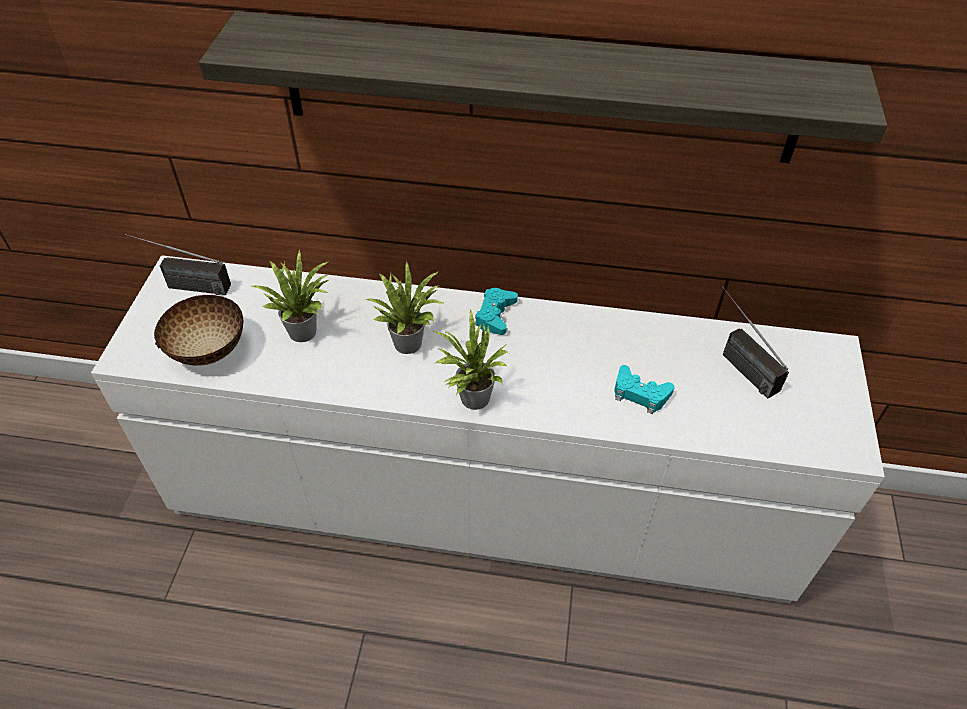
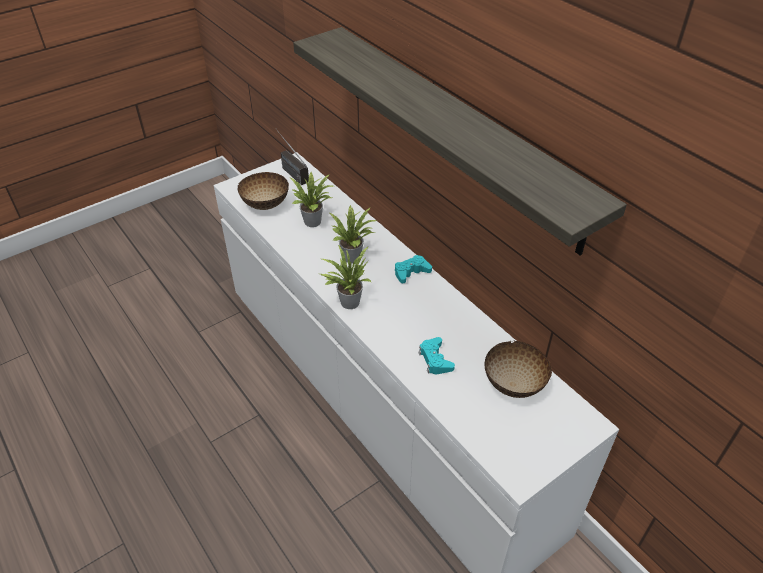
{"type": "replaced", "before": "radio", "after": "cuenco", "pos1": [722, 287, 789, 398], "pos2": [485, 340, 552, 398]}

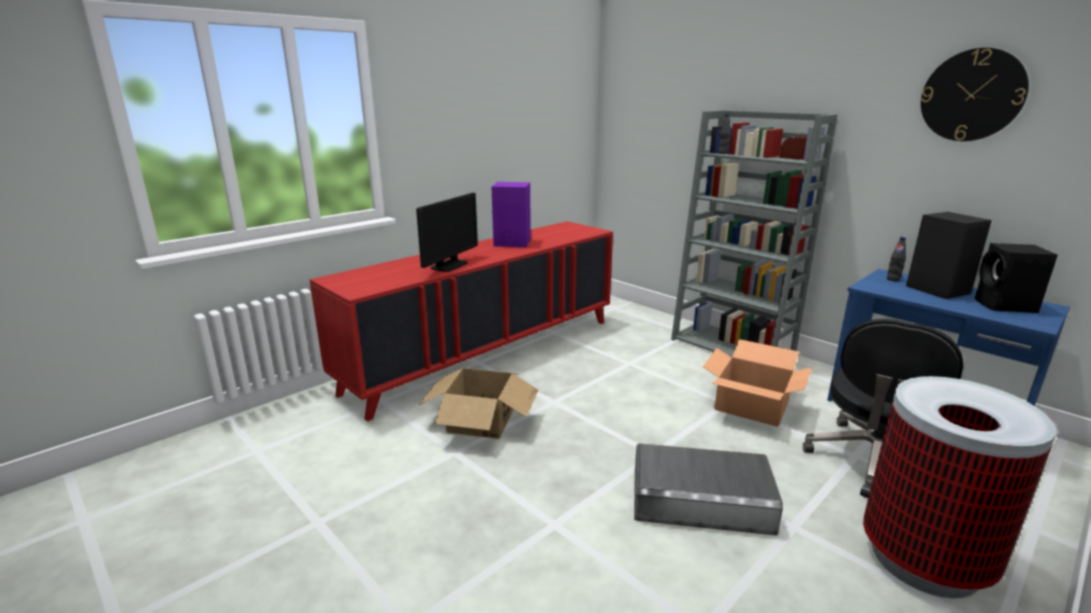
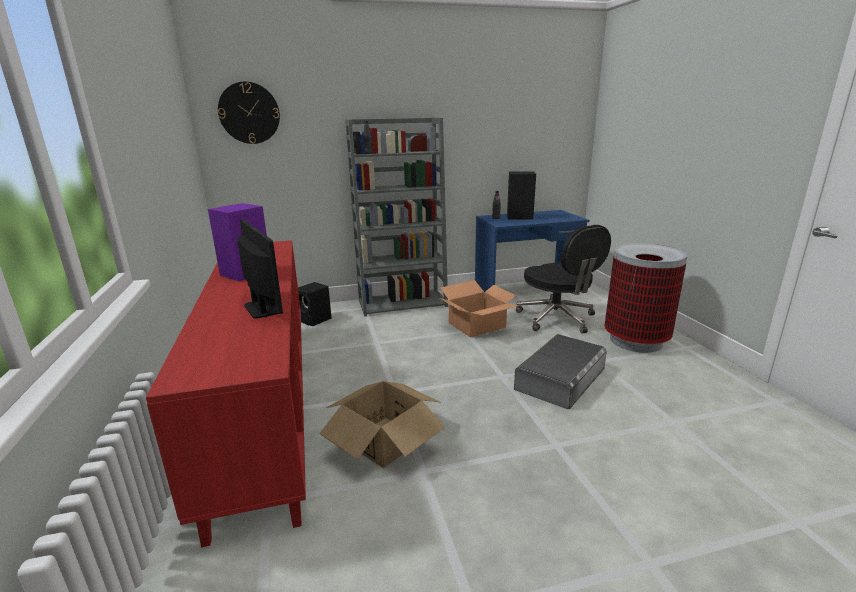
{"type": "moved", "before": "reloj de pared", "pos1": [921, 48, 1029, 141], "pos2": [218, 82, 280, 144]}
{"type": "moved", "before": "altavoz (negro)", "pos1": [975, 243, 1058, 313], "pos2": [298, 282, 332, 326]}

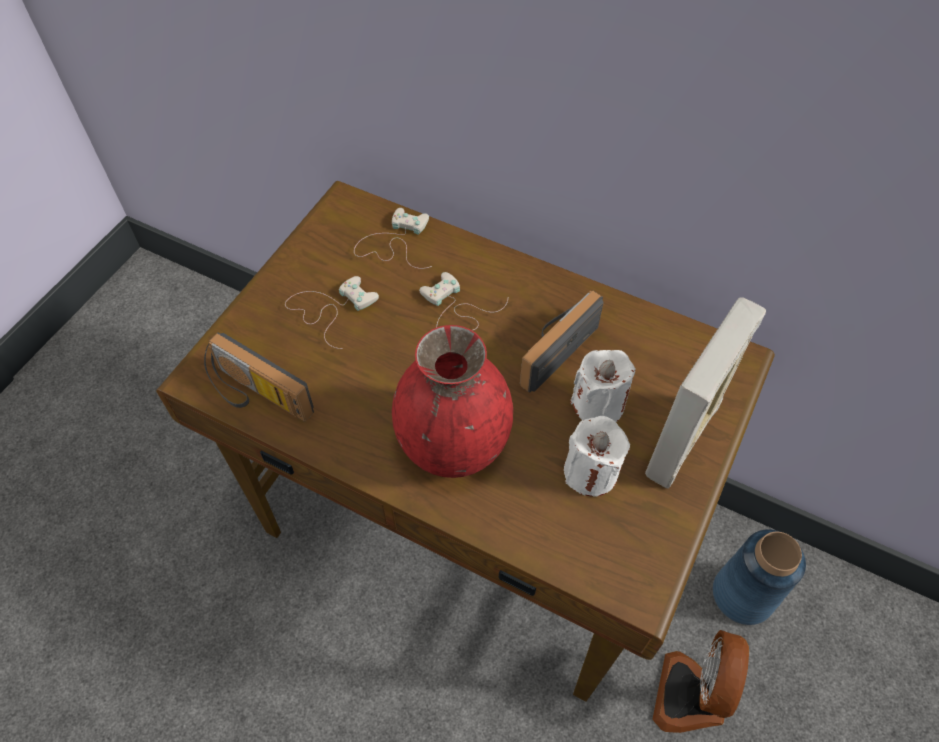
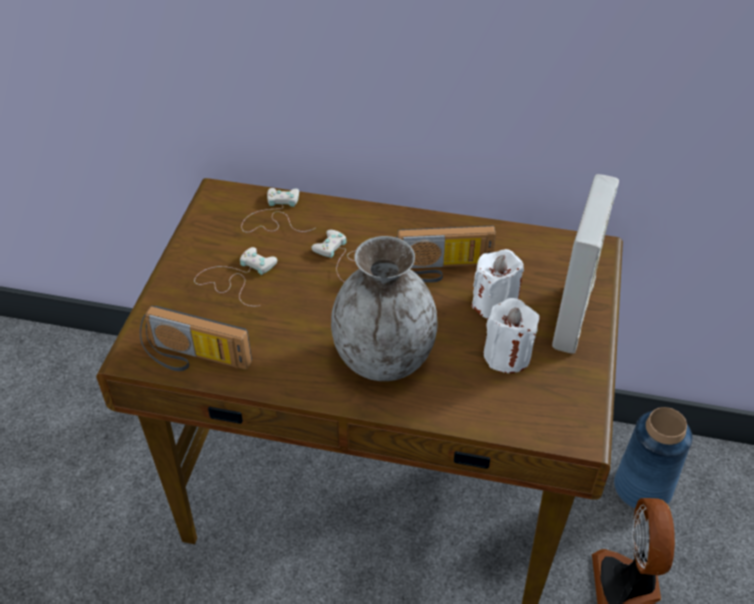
{"type": "recoloured", "before": "florero (rojo)", "after": "florero (gris)", "pos1": [392, 325, 513, 478], "pos2": [331, 236, 438, 381]}
{"type": "turned", "before": "radio", "pos1": [520, 291, 604, 393], "pos2": [396, 226, 496, 283], "turn": -120}

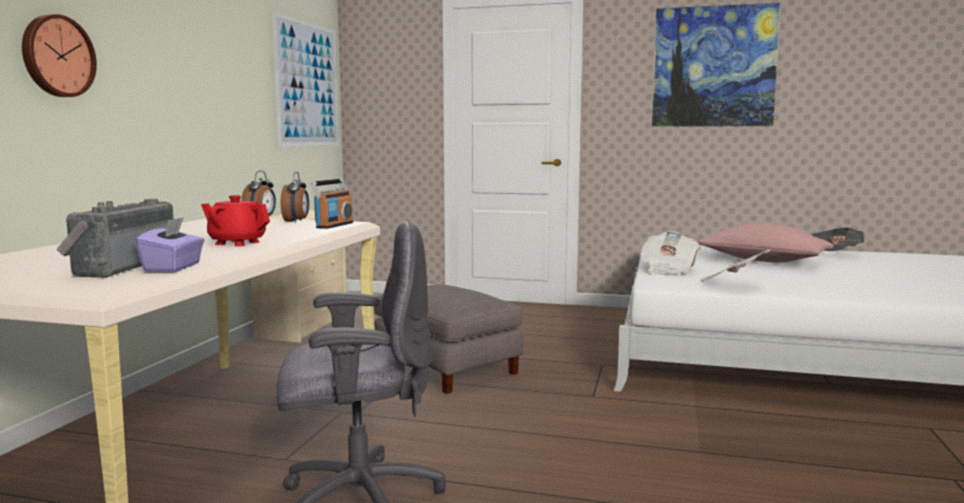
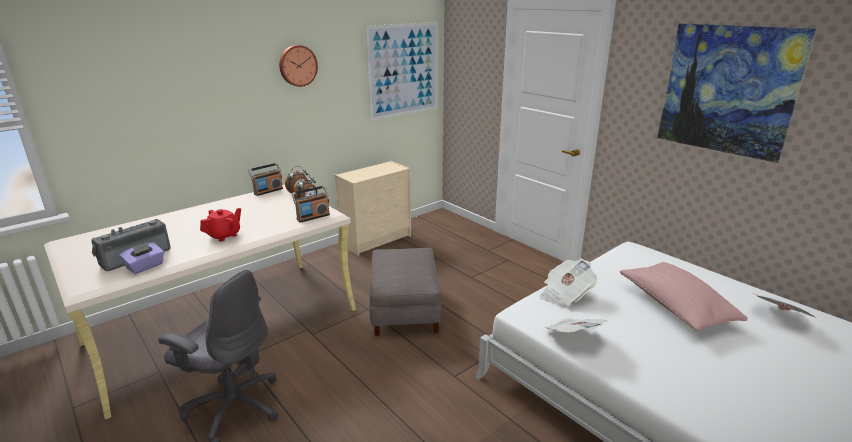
{"type": "moved", "before": "reloj de pared", "pos1": [22, 14, 97, 97], "pos2": [279, 45, 318, 87]}
{"type": "turned", "before": "tetera (rojo)", "pos1": [201, 195, 270, 246], "pos2": [200, 208, 241, 242], "turn": 75}
{"type": "added", "after": "radio", "pos2": [248, 163, 283, 196]}

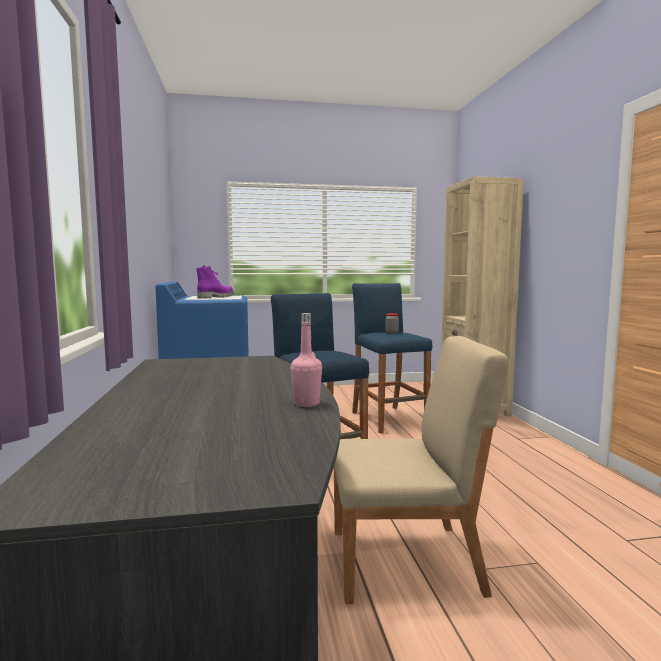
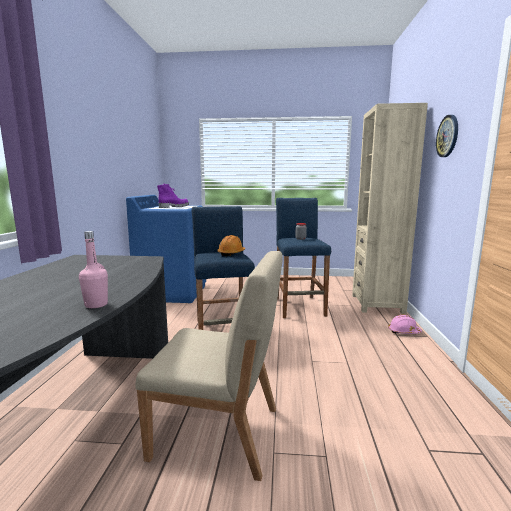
{"type": "added", "after": "casco (naranja)", "pos2": [217, 235, 245, 256]}
{"type": "added", "after": "casco (rosa)", "pos2": [388, 315, 422, 334]}
{"type": "added", "after": "reloj de pared", "pos2": [436, 115, 458, 157]}

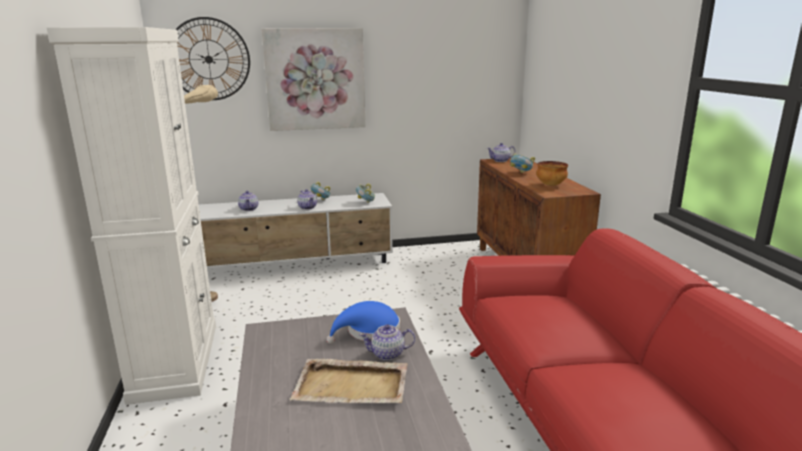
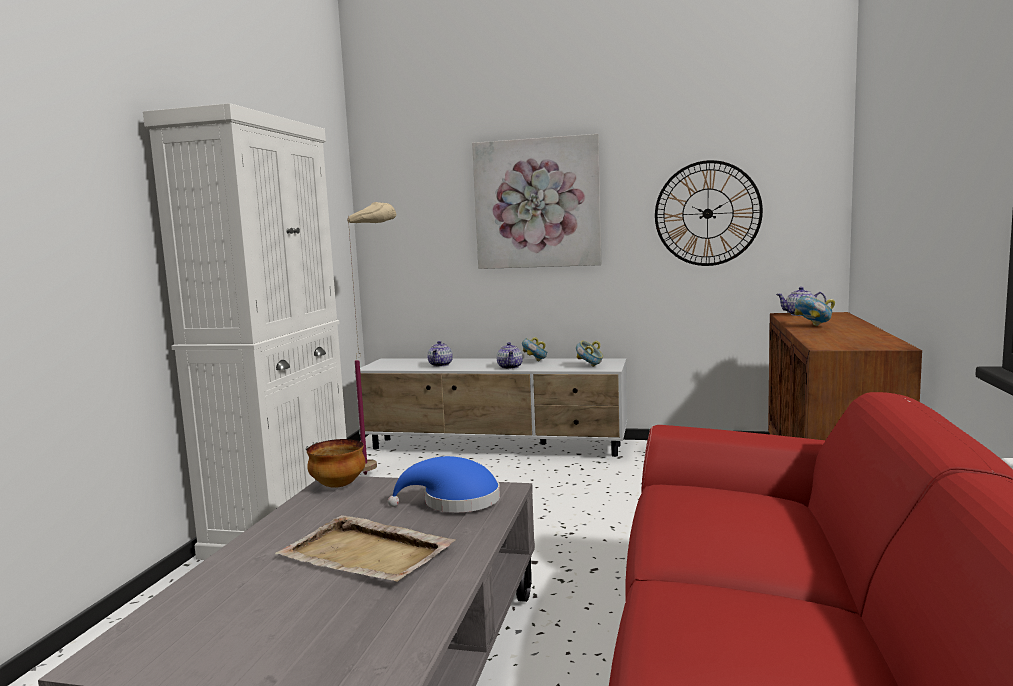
{"type": "moved", "before": "reloj de pared", "pos1": [175, 17, 250, 100], "pos2": [655, 160, 763, 266]}
{"type": "removed", "before": "tetera", "pos1": [359, 324, 415, 360]}
{"type": "moved", "before": "cuenco", "pos1": [536, 161, 568, 186], "pos2": [307, 439, 365, 488]}

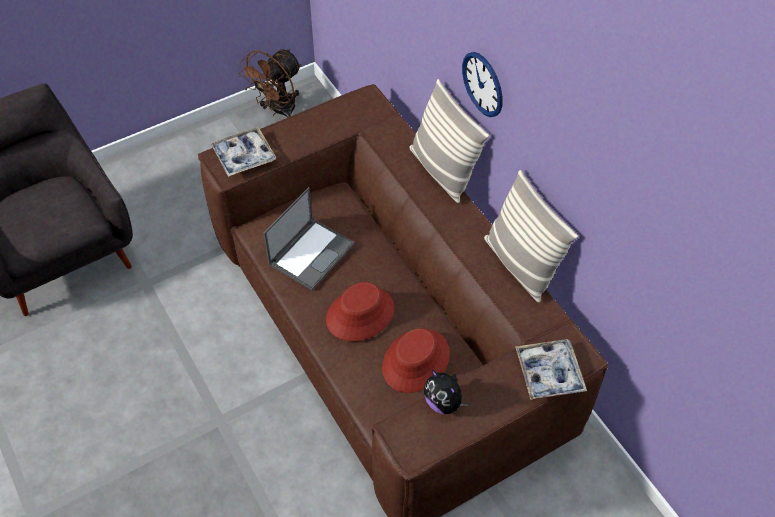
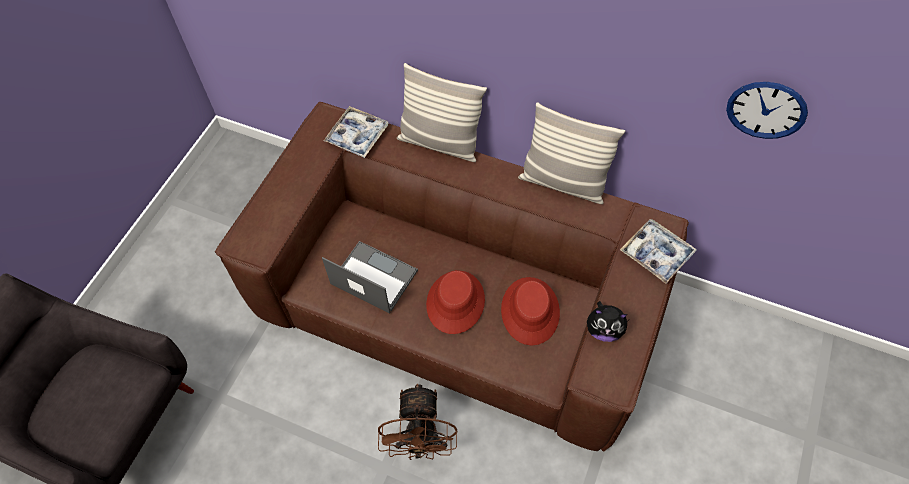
{"type": "moved", "before": "bandeja", "pos1": [211, 127, 276, 177], "pos2": [324, 106, 389, 158]}
{"type": "moved", "before": "ventilador (marrón)", "pos1": [238, 49, 302, 118], "pos2": [378, 383, 457, 460]}
{"type": "turned", "before": "portátil", "pos1": [263, 187, 354, 291], "pos2": [322, 241, 418, 314], "turn": -60}
{"type": "moved", "before": "reloj de pared", "pos1": [462, 52, 503, 117], "pos2": [726, 82, 808, 139]}

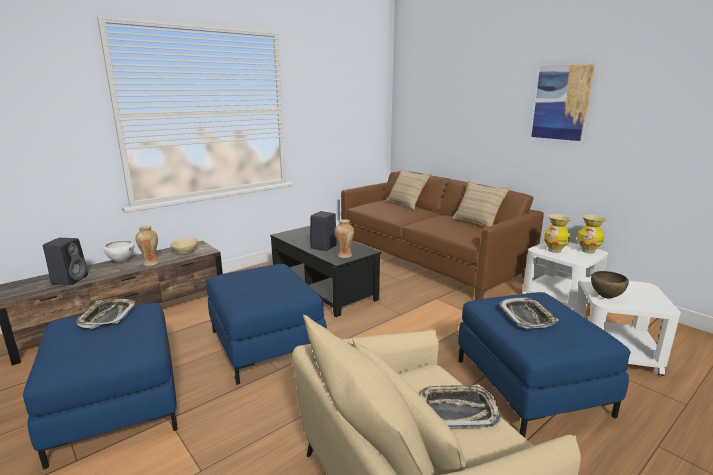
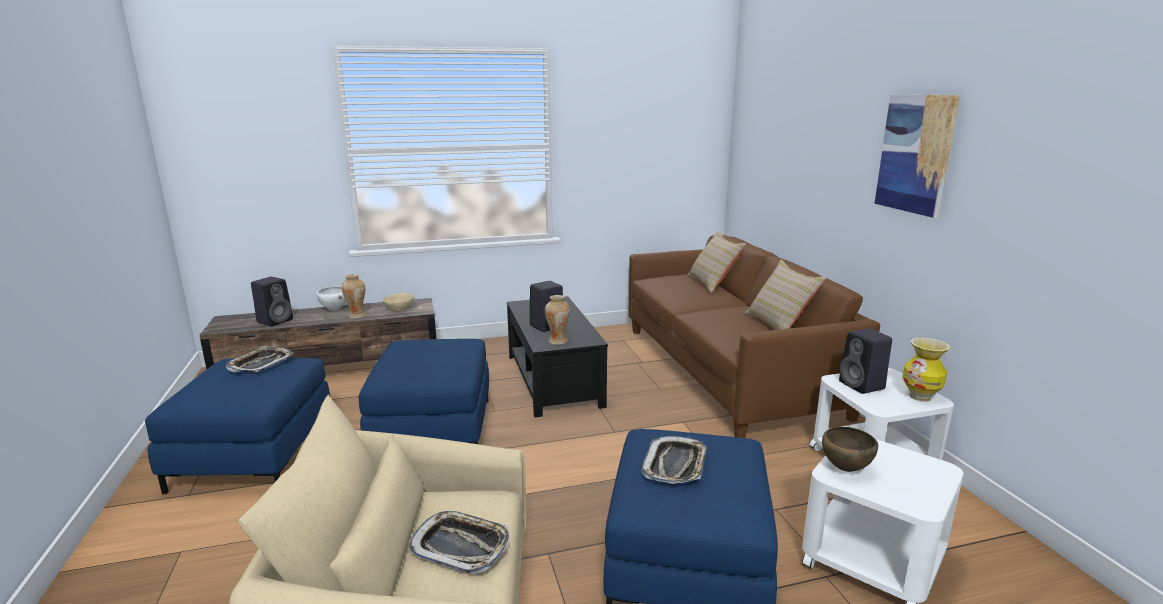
{"type": "replaced", "before": "florero", "after": "altavoz (negro)", "pos1": [544, 214, 572, 253], "pos2": [839, 328, 892, 394]}

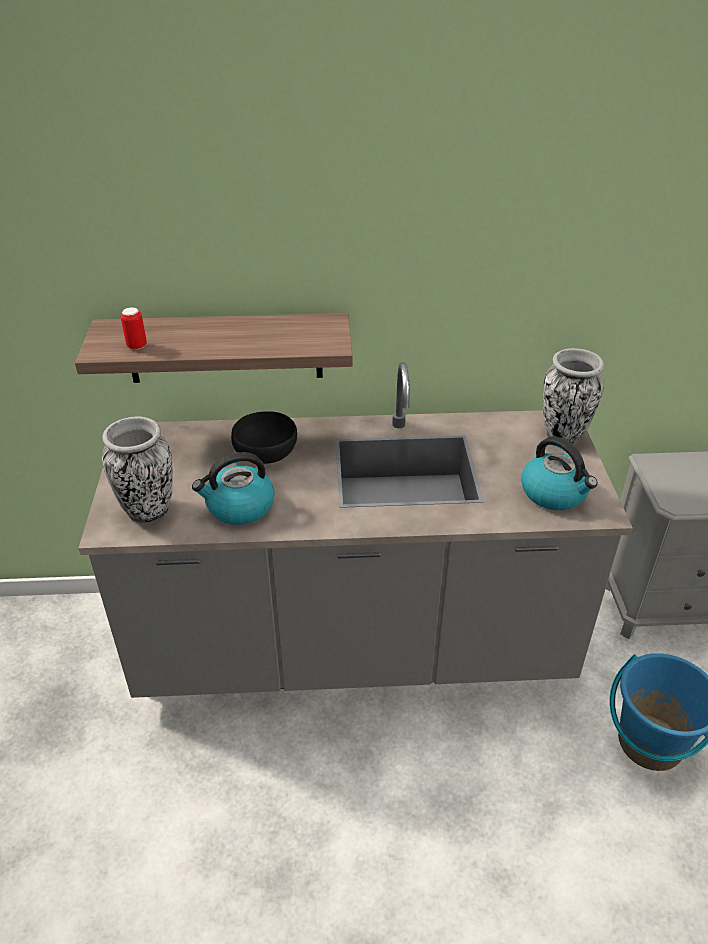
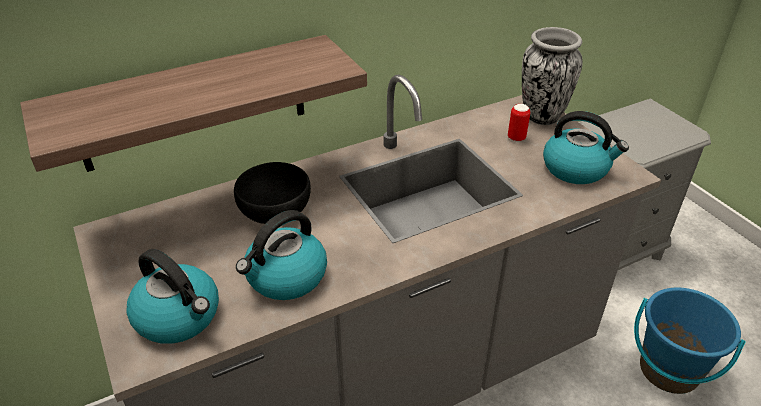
{"type": "replaced", "before": "florero", "after": "hervidor", "pos1": [102, 417, 173, 523], "pos2": [126, 249, 219, 344]}
{"type": "moved", "before": "lata", "pos1": [121, 307, 147, 350], "pos2": [508, 104, 530, 142]}

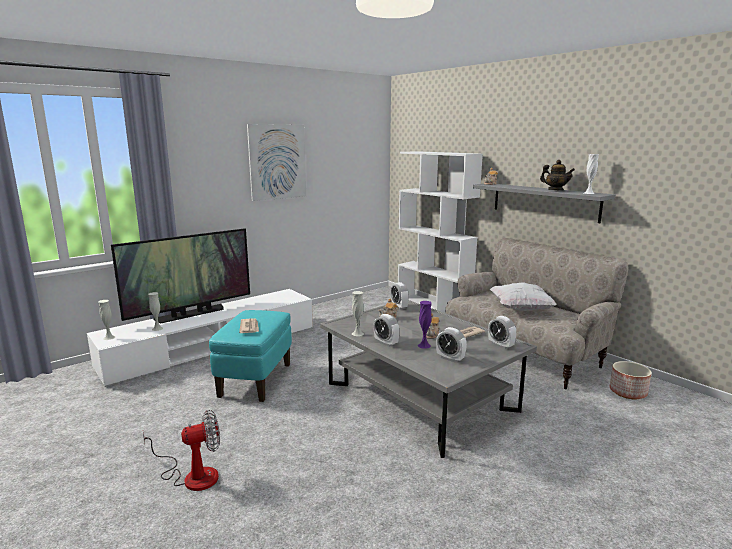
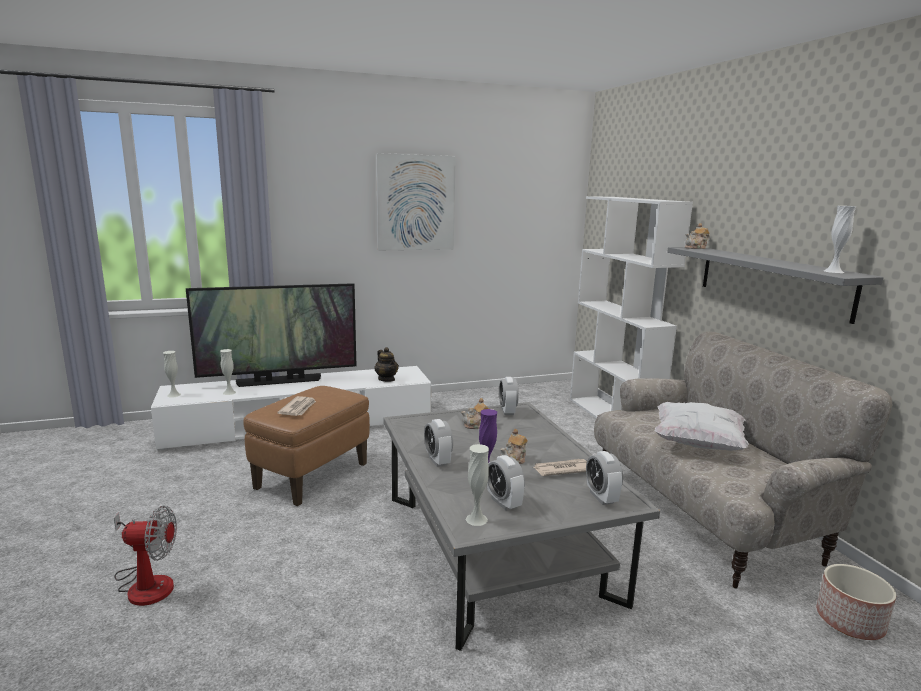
{"type": "recoloured", "before": "puf (turquesa)", "after": "puf (marrón)", "pos1": [209, 310, 292, 402], "pos2": [243, 386, 370, 506]}
{"type": "moved", "before": "florero (blanco)", "pos1": [352, 291, 364, 336], "pos2": [465, 444, 489, 526]}
{"type": "moved", "before": "tetera", "pos1": [540, 160, 575, 191], "pos2": [374, 347, 399, 382]}

